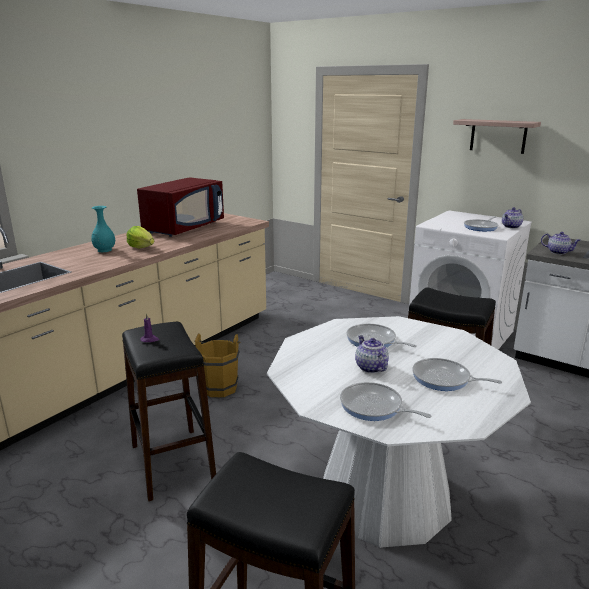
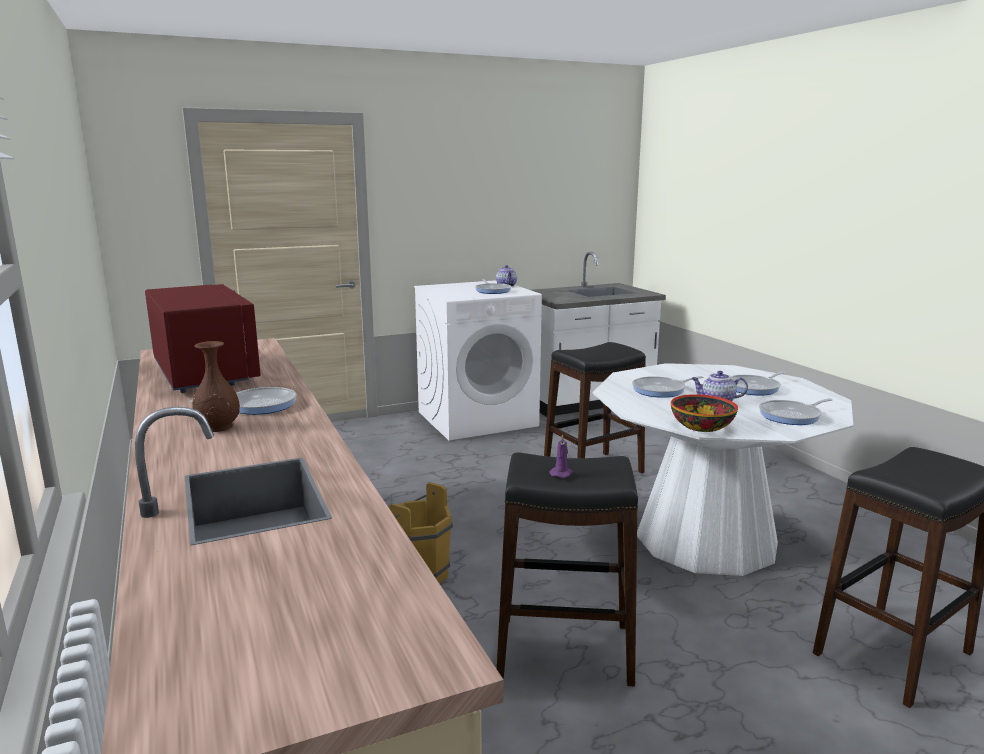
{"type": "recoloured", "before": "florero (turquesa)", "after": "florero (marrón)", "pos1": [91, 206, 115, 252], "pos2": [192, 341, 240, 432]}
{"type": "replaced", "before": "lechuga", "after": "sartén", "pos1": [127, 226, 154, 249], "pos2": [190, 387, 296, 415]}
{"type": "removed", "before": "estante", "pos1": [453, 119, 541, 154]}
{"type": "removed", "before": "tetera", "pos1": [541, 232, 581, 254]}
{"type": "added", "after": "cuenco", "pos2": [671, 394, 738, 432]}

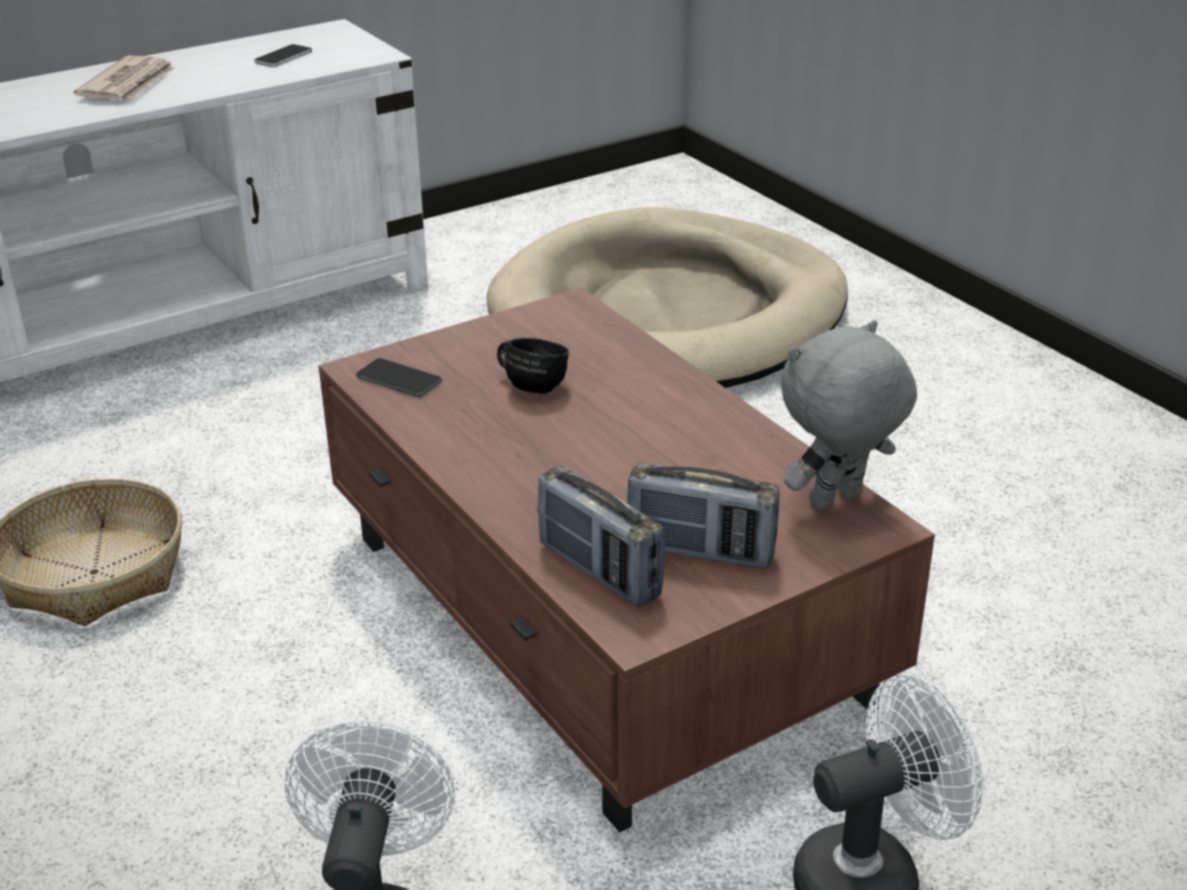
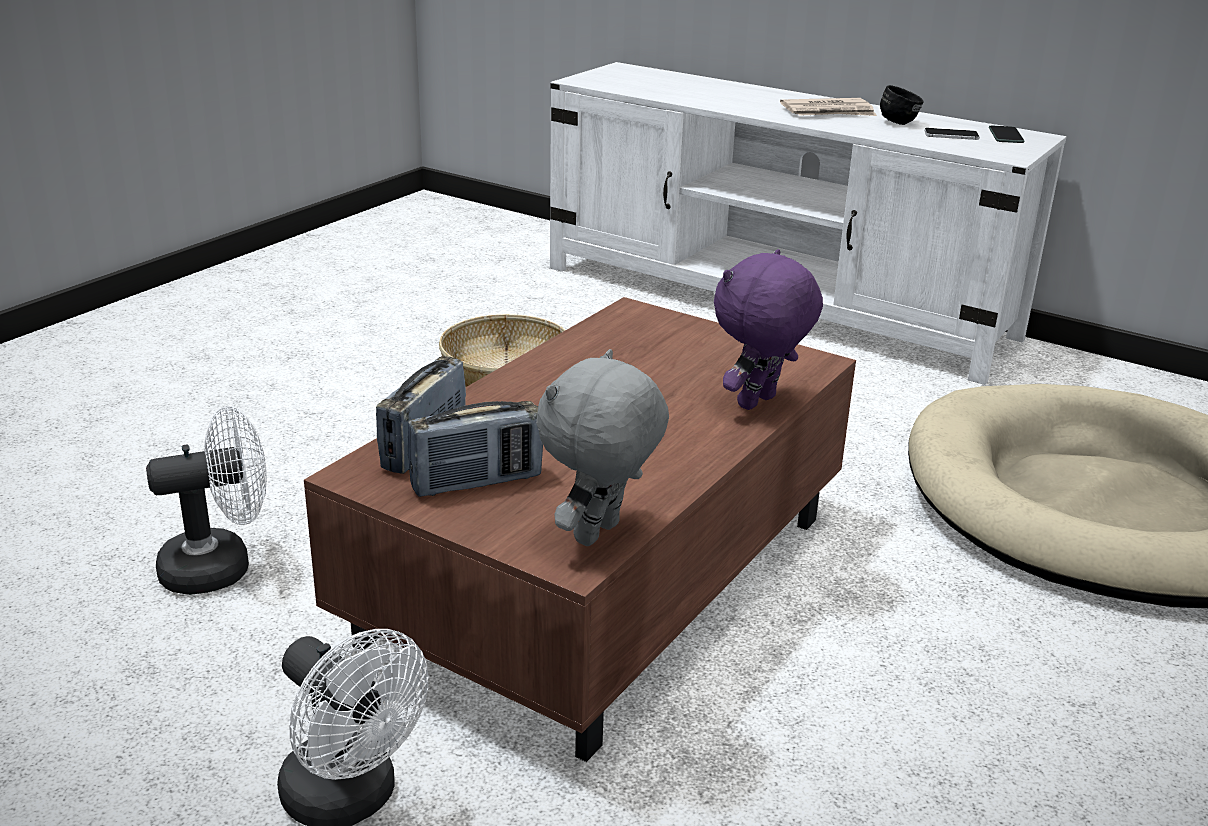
{"type": "moved", "before": "móvil", "pos1": [356, 358, 442, 397], "pos2": [989, 125, 1024, 143]}
{"type": "moved", "before": "taza grande (negro)", "pos1": [497, 338, 569, 394], "pos2": [880, 85, 924, 125]}
{"type": "turned", "before": "radio", "pos1": [627, 463, 780, 568], "pos2": [408, 401, 543, 497], "turn": -105}
{"type": "turned", "before": "peluche (gris)", "pos1": [781, 320, 917, 510], "pos2": [536, 349, 669, 546], "turn": -90}
{"type": "added", "after": "peluche (morado)", "pos2": [714, 249, 823, 410]}

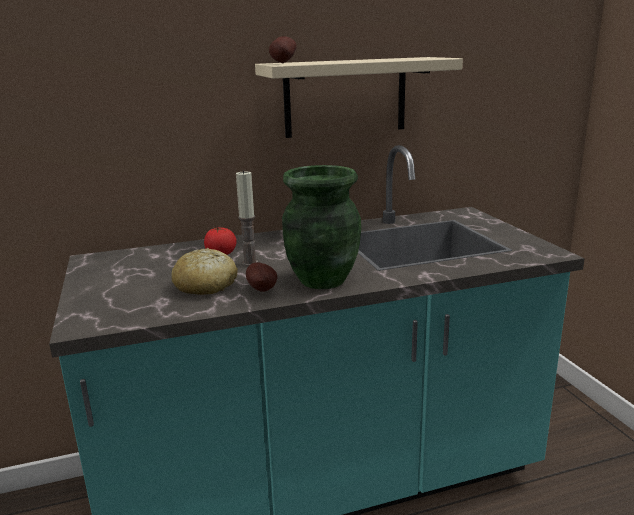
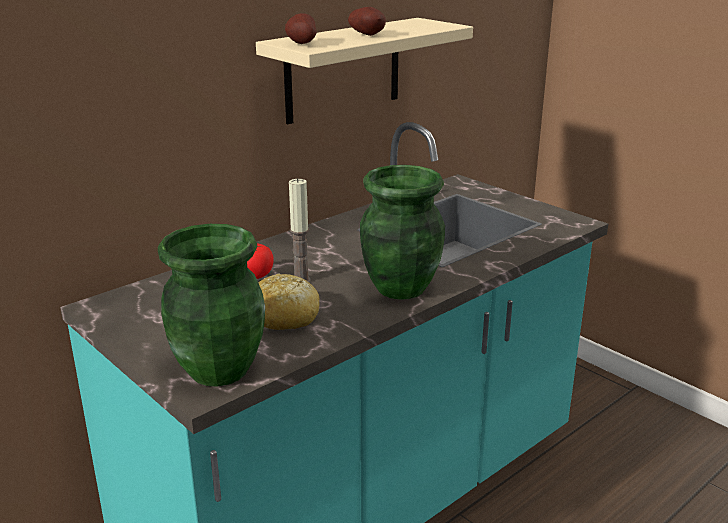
{"type": "moved", "before": "patata", "pos1": [246, 262, 278, 292], "pos2": [348, 7, 386, 36]}
{"type": "added", "after": "florero (verde)", "pos2": [158, 224, 265, 387]}

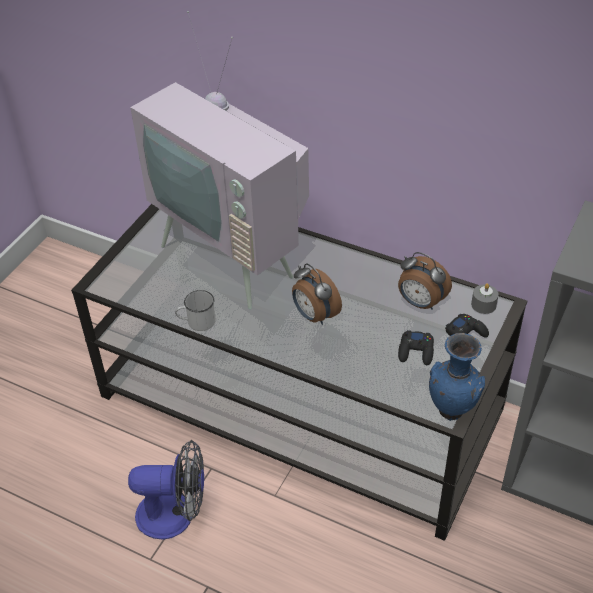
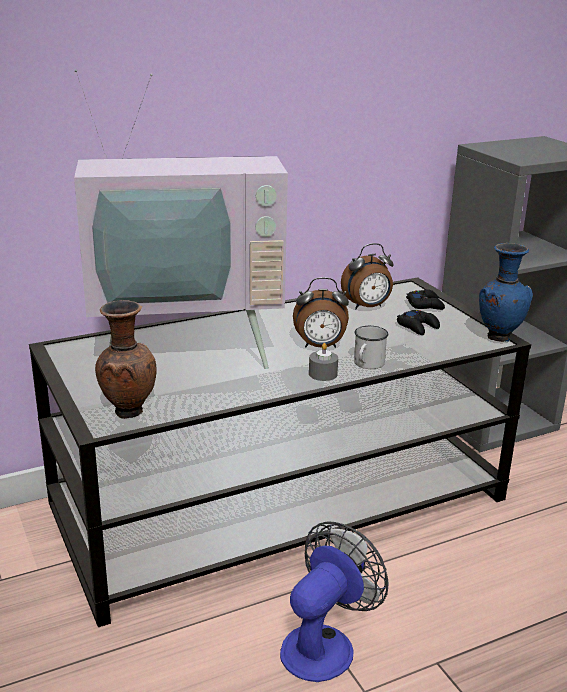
{"type": "moved", "before": "taza grande (blanco)", "pos1": [175, 290, 216, 331], "pos2": [354, 326, 388, 369]}
{"type": "moved", "before": "vela (gris)", "pos1": [471, 283, 499, 314], "pos2": [309, 343, 338, 381]}
{"type": "added", "after": "florero (marrón)", "pos2": [95, 300, 157, 419]}

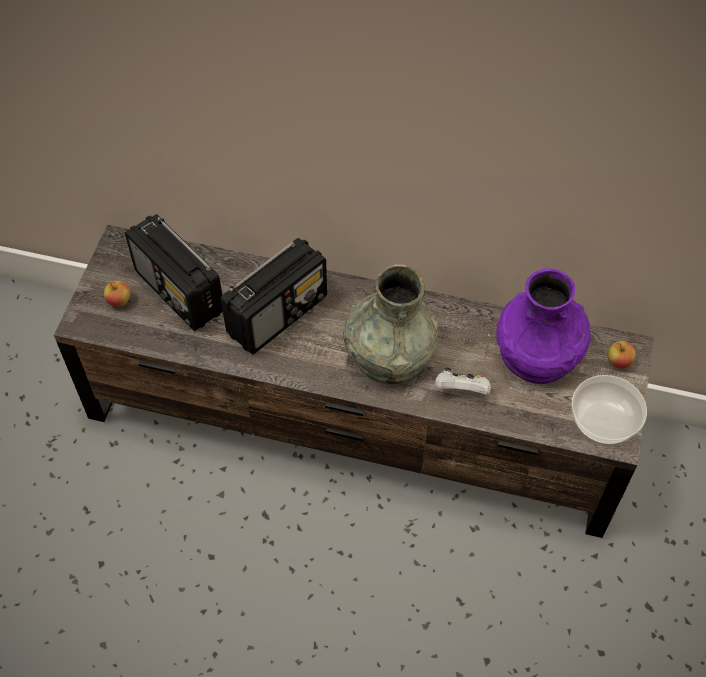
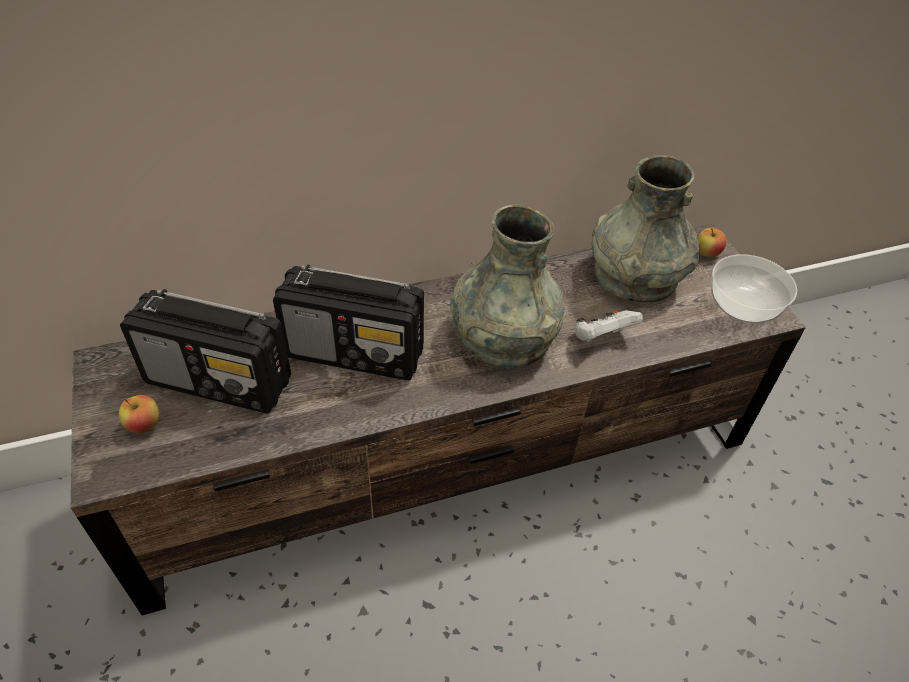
{"type": "turned", "before": "radio", "pos1": [221, 238, 327, 355], "pos2": [273, 264, 424, 380], "turn": 90}
{"type": "recoloured", "before": "florero (morado)", "after": "florero (gris)", "pos1": [496, 268, 591, 384], "pos2": [592, 155, 700, 303]}

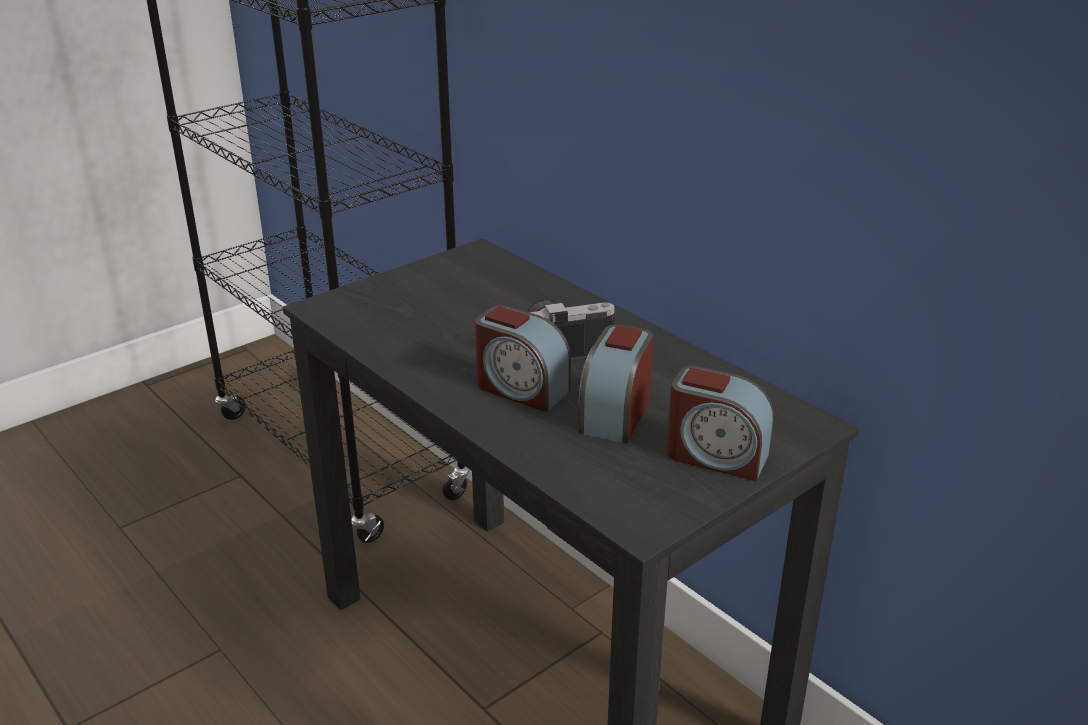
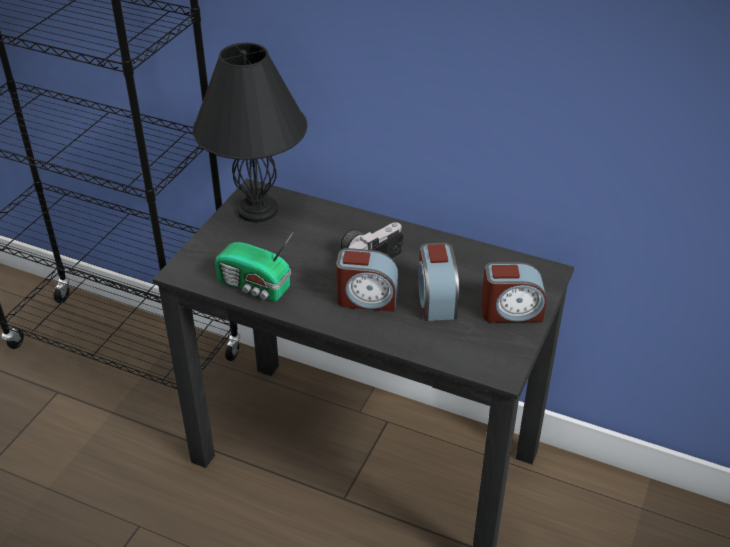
{"type": "added", "after": "lámpara de mesa (negro)", "pos2": [193, 43, 307, 222]}
{"type": "added", "after": "radio", "pos2": [215, 233, 293, 301]}

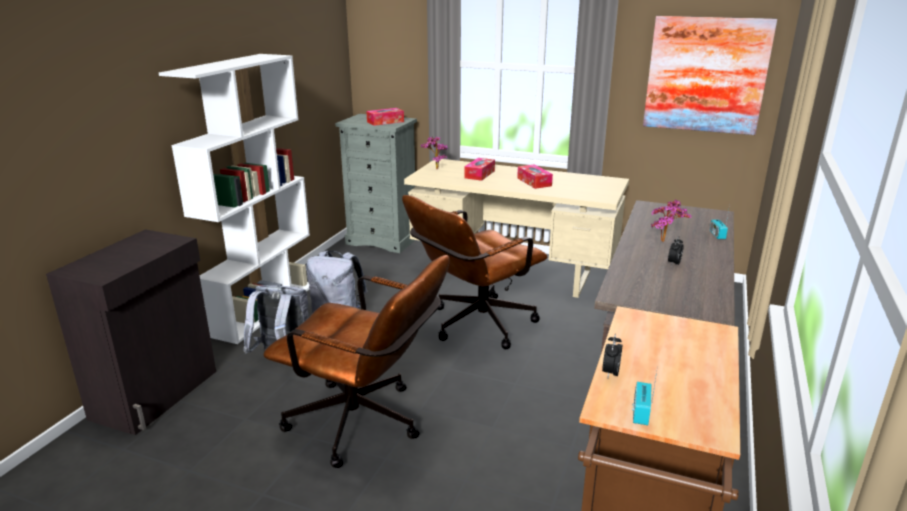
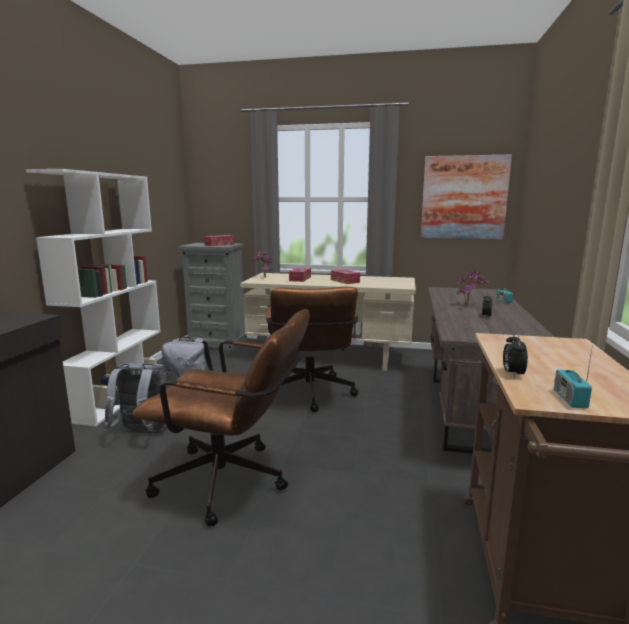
{"type": "turned", "before": "silla de oficina (marrón)", "pos1": [402, 195, 547, 349], "pos2": [266, 287, 359, 412], "turn": -45}

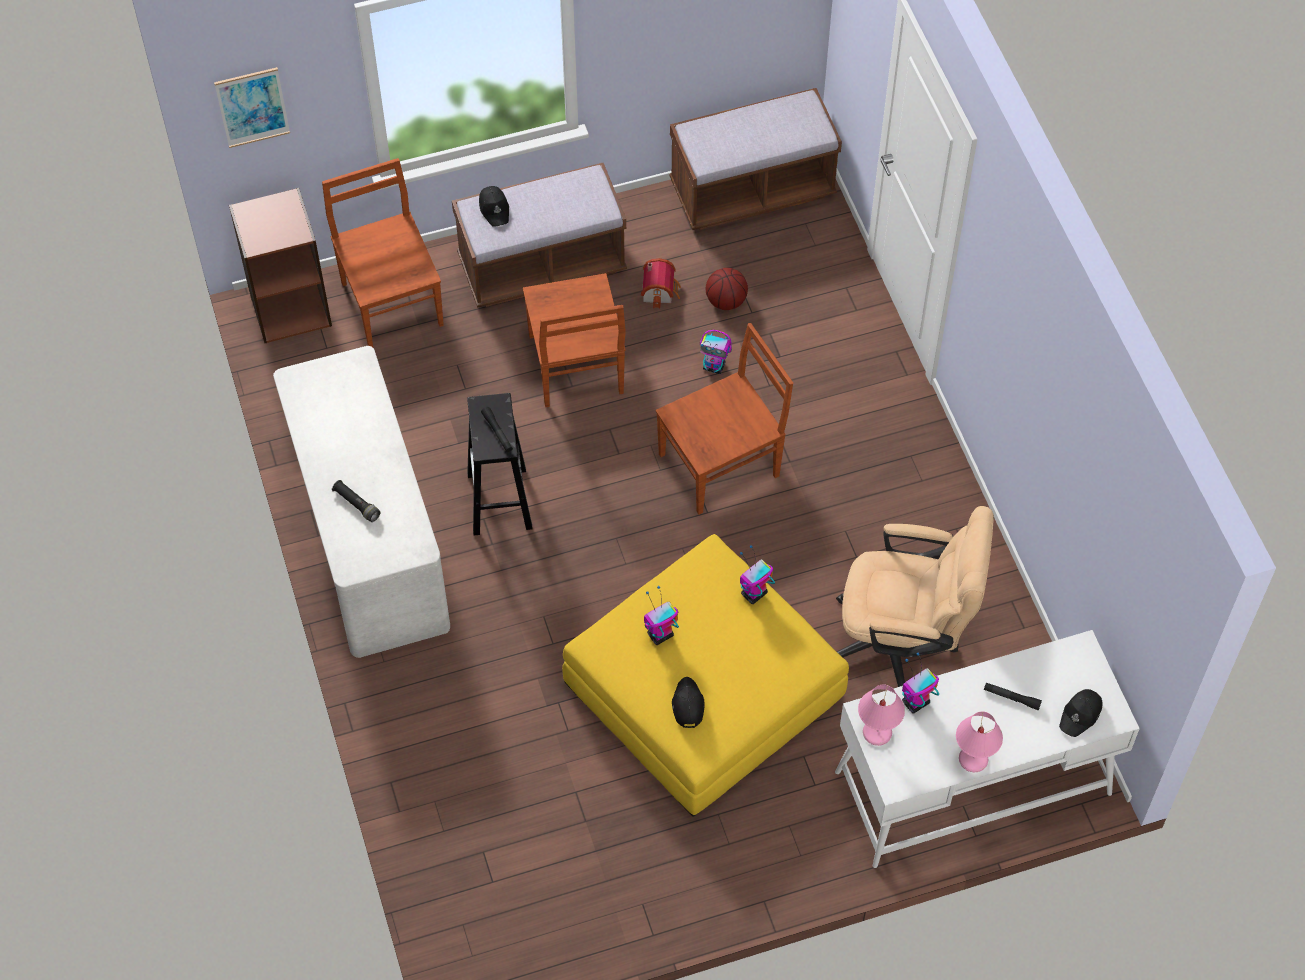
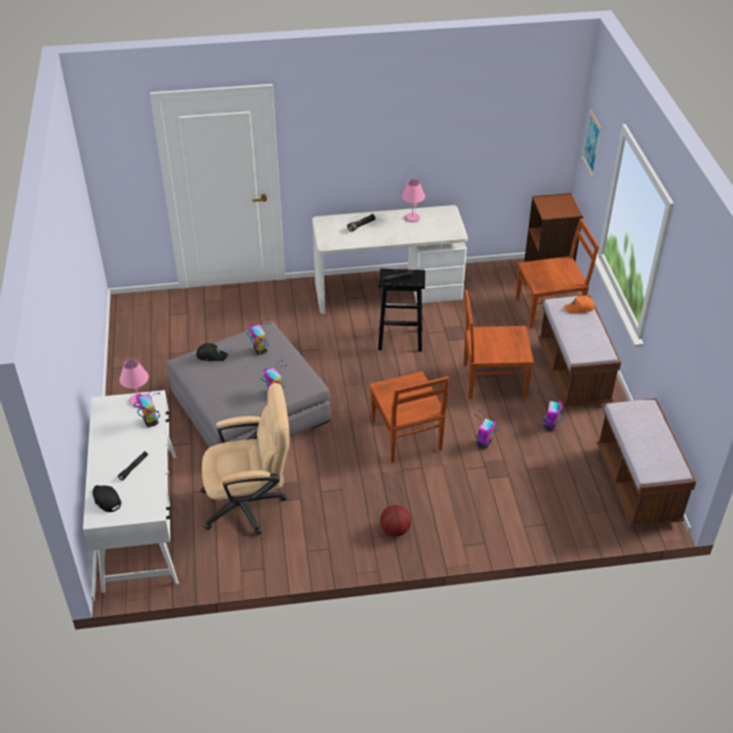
{"type": "recoloured", "before": "gorra (negro)", "after": "gorra (naranja)", "pos1": [479, 186, 509, 227], "pos2": [564, 296, 595, 313]}
{"type": "recoloured", "before": "puf (amarillo)", "after": "puf (gris)", "pos1": [562, 534, 849, 817], "pos2": [167, 321, 331, 447]}
{"type": "replaced", "before": "casita", "after": "robot de juguete", "pos1": [641, 258, 681, 309], "pos2": [541, 394, 564, 431]}
{"type": "moved", "before": "balón de baloncesto", "pos1": [706, 268, 748, 310], "pos2": [380, 505, 411, 537]}
{"type": "turned", "before": "silla de oficina (beis)", "pos1": [836, 506, 994, 687], "pos2": [201, 383, 290, 535], "turn": -120}
{"type": "moved", "before": "lámpara de mesa (rosa)", "pos1": [956, 711, 1003, 772], "pos2": [401, 179, 425, 222]}

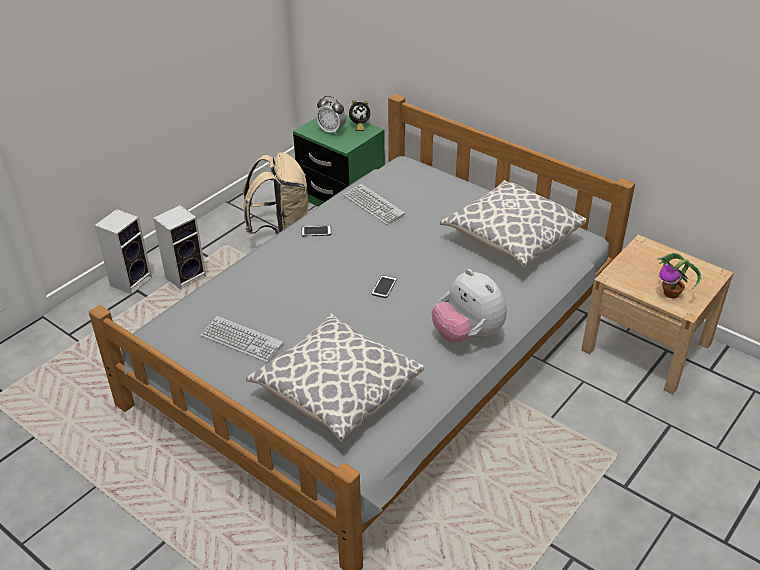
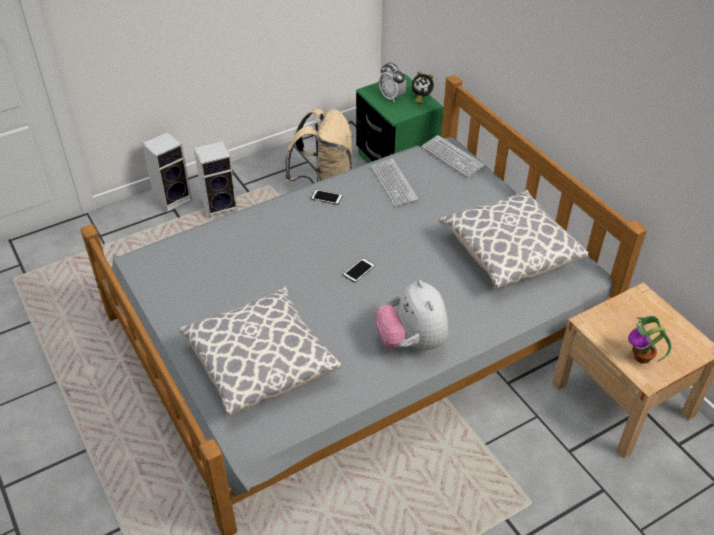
{"type": "moved", "before": "teclado", "pos1": [201, 316, 283, 363], "pos2": [422, 135, 485, 177]}

